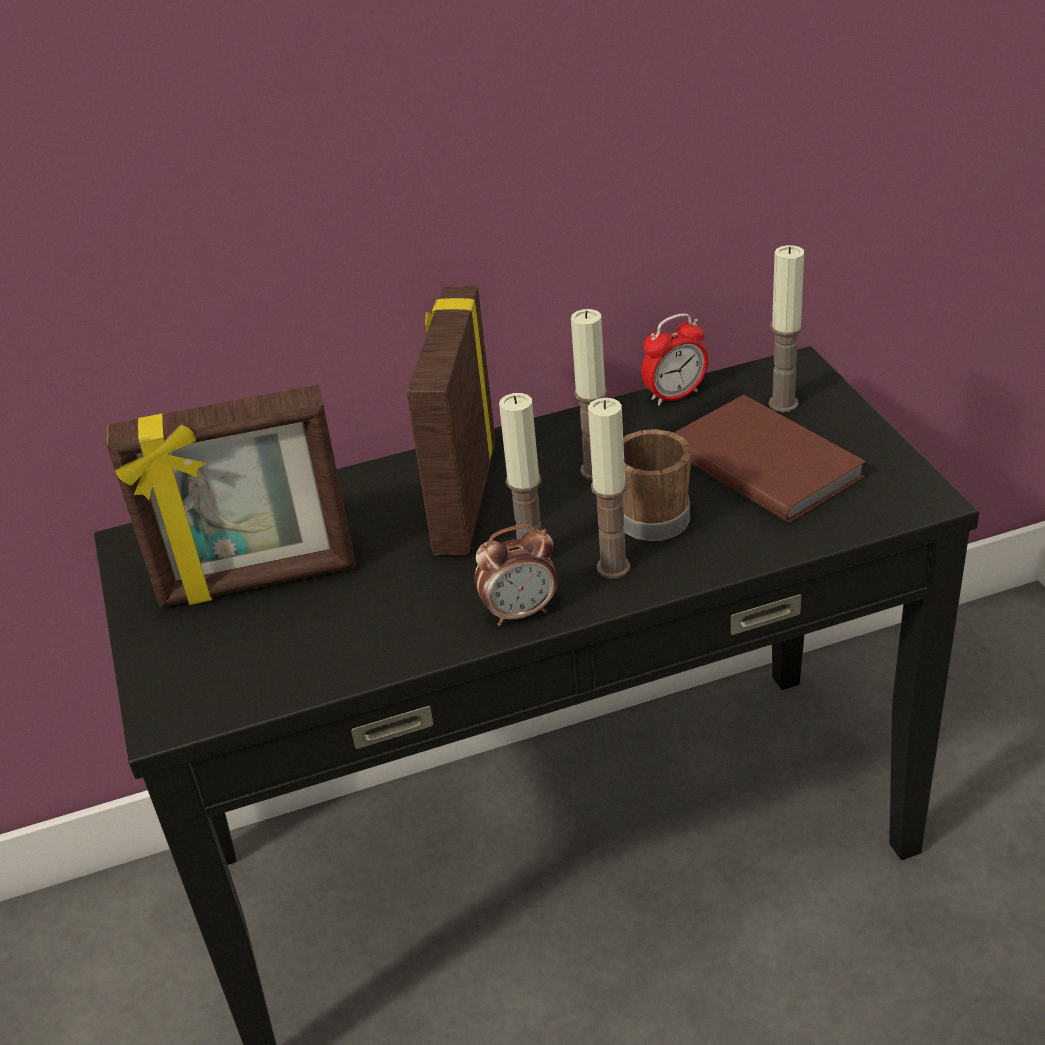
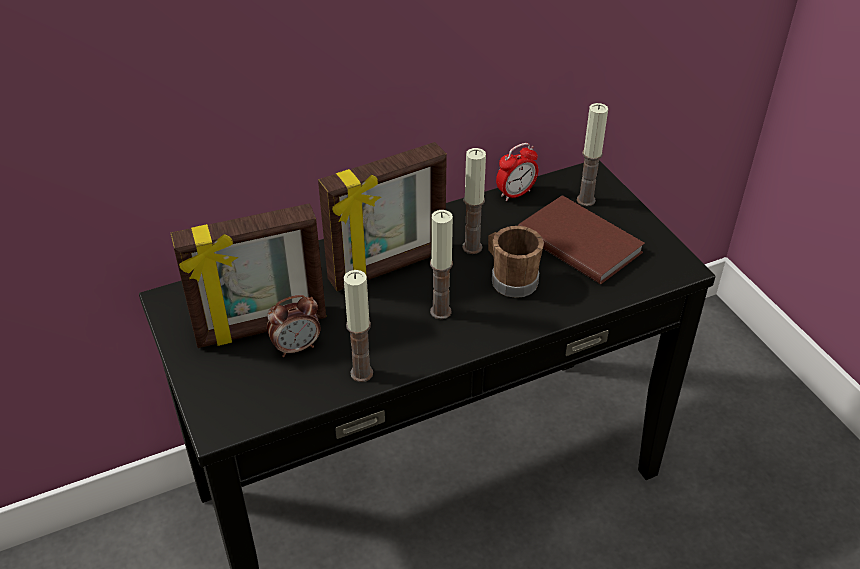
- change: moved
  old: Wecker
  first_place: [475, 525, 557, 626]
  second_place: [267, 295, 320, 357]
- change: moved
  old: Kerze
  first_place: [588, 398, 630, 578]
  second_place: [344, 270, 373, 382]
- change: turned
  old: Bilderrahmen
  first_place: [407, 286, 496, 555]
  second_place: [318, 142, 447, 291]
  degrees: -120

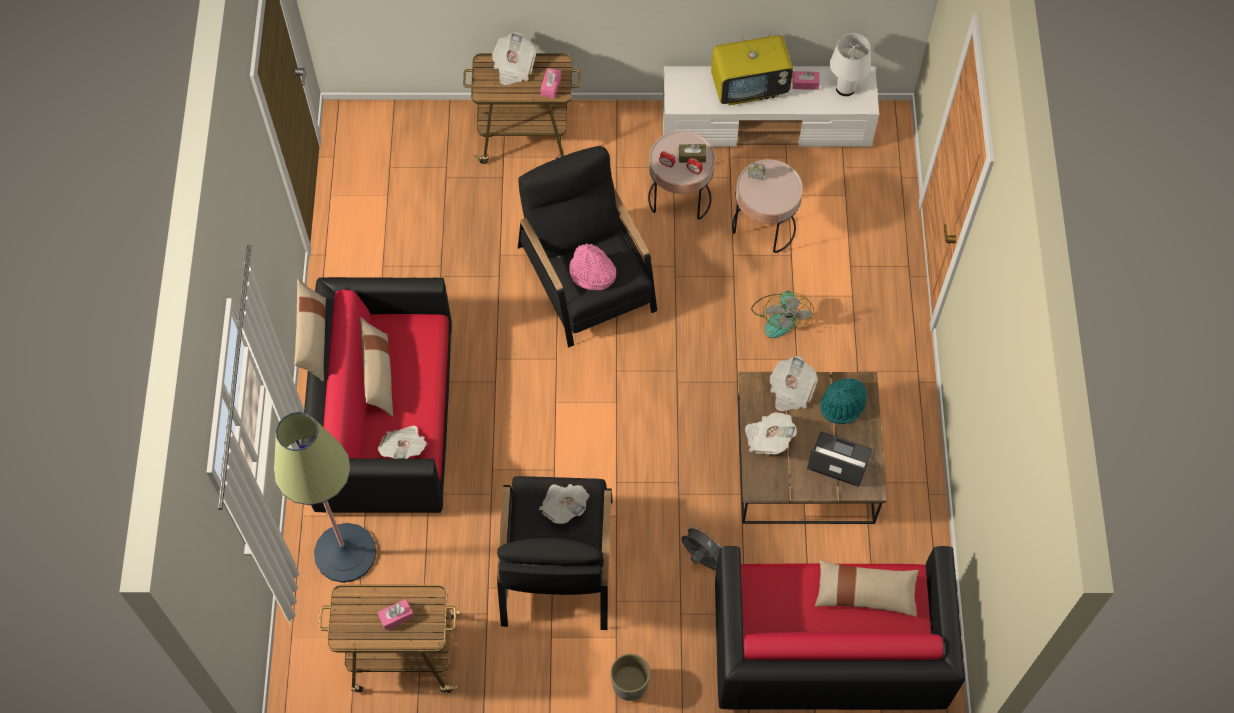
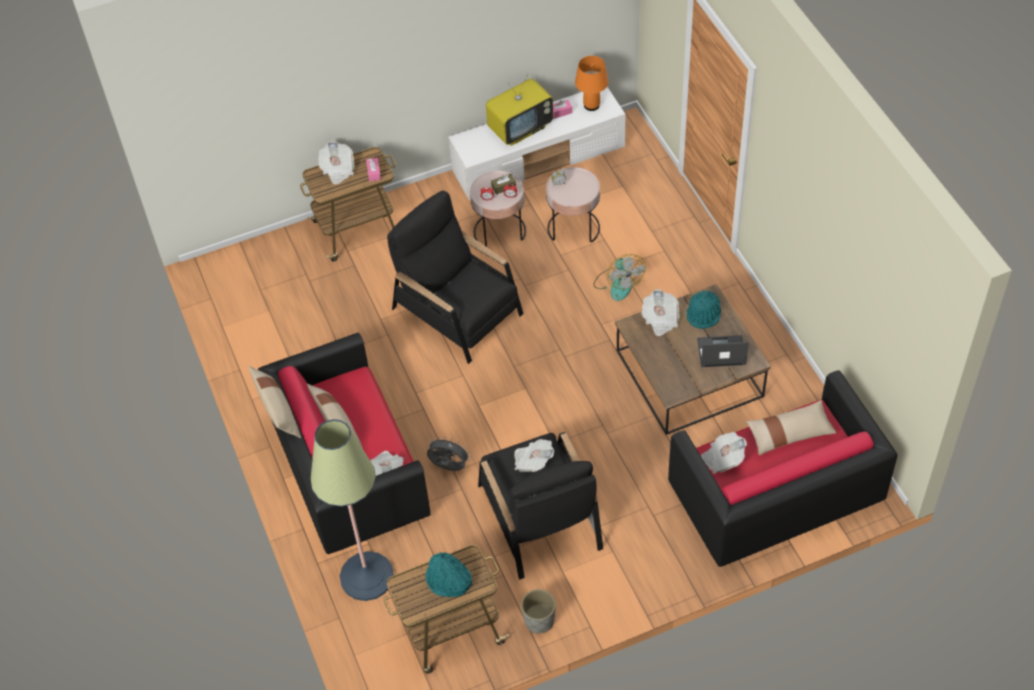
- change: removed
  old: Hut (rosa)
  first_place: [569, 243, 616, 290]
- change: moved
  old: Pflanzkübel (grau)
  first_place: [610, 654, 650, 701]
  second_place: [521, 589, 556, 634]
- change: moved
  old: Ventilator (grau)
  first_place: [681, 524, 721, 570]
  second_place: [427, 437, 471, 471]
- change: moved
  old: Zeitung
  first_place: [745, 412, 797, 455]
  second_place: [701, 432, 747, 474]
- change: replaced
  old: Taschentuchbox (rosa)
  new: Hut (türkis)
  first_place: [378, 599, 414, 630]
  second_place: [426, 552, 472, 597]
- change: recoloured
  old: Tischlampe (weiß)
  new: Tischlampe (orange)
  first_place: [830, 33, 871, 96]
  second_place: [575, 56, 608, 111]

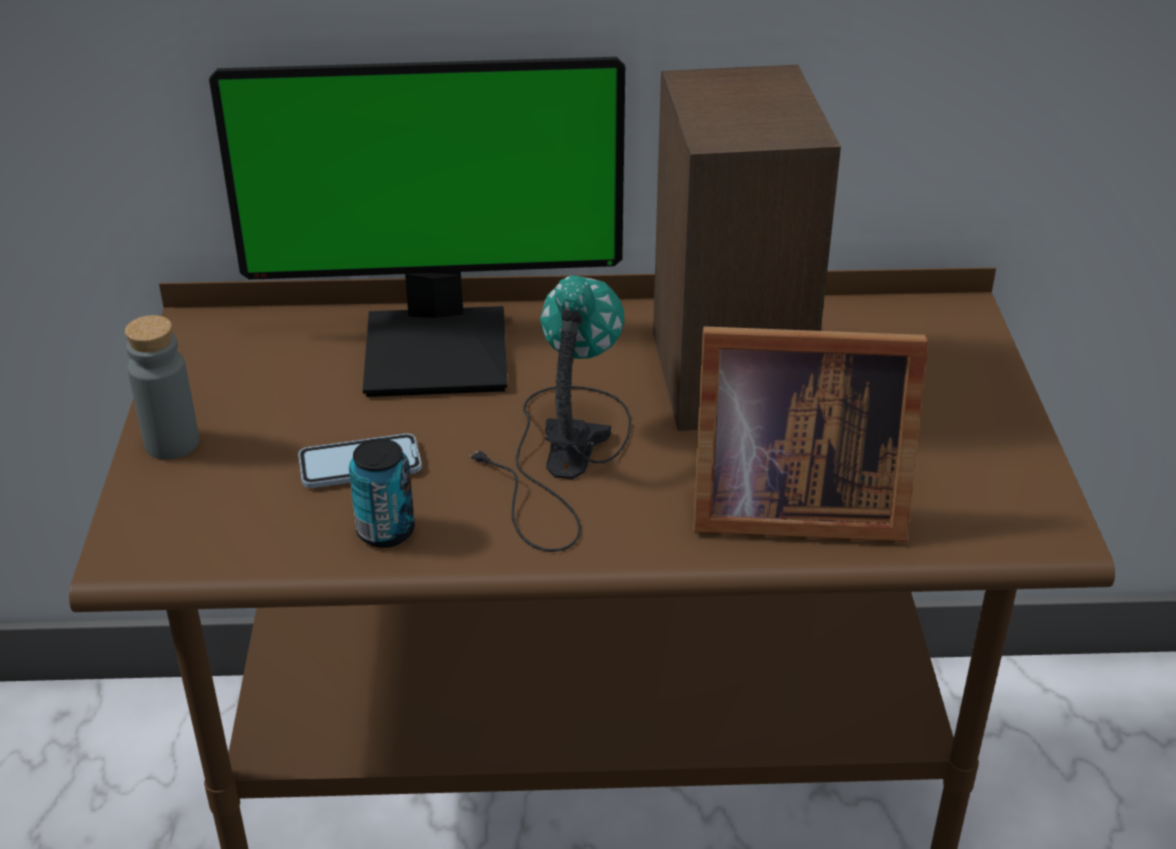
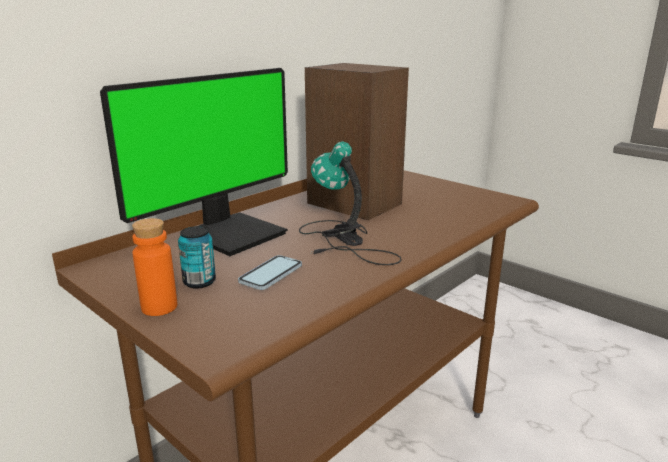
- change: removed
  old: Bilderrahmen
  first_place: [693, 326, 928, 542]
- change: moved
  old: Dose
  first_place: [349, 439, 415, 548]
  second_place: [178, 226, 216, 289]
- change: recoloured
  old: Flasche (grau)
  new: Flasche (orange)
  first_place: [125, 315, 199, 459]
  second_place: [132, 218, 177, 316]

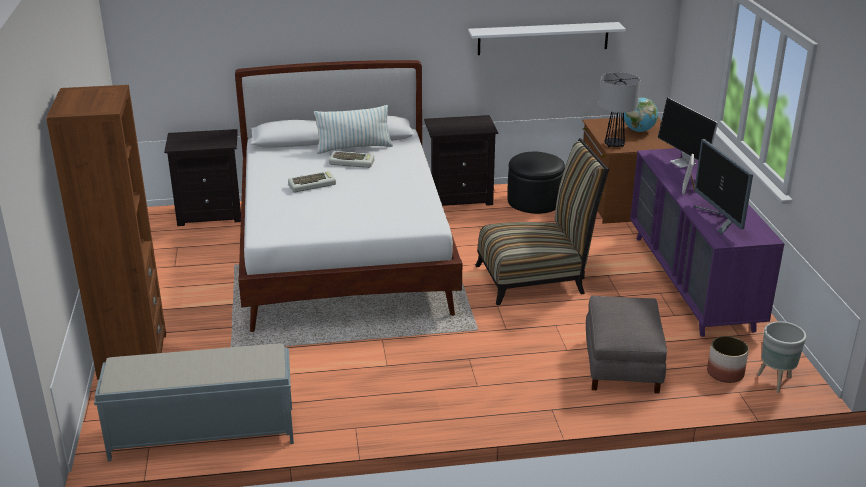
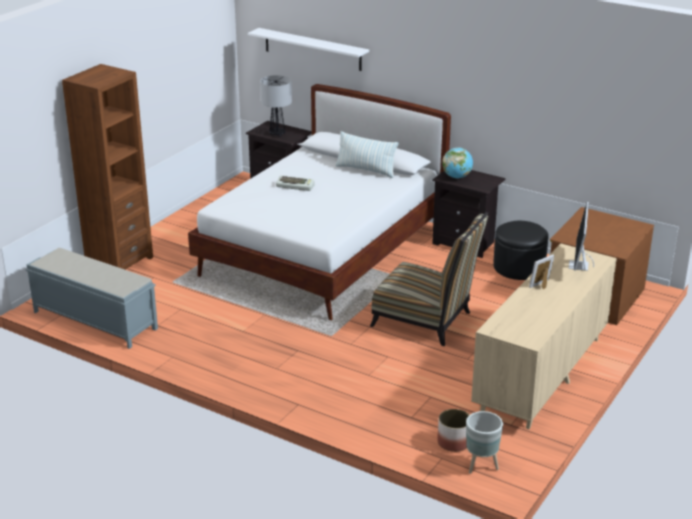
- change: removed
  old: Tastatur
  first_place: [329, 151, 374, 168]
- change: removed
  old: Polsterhocker (grau)
  first_place: [586, 296, 667, 393]
- change: removed
  old: Monitor
  first_place: [693, 139, 753, 235]
- change: moved
  old: Wandregal (weiß)
  first_place: [468, 22, 626, 55]
  second_place: [248, 28, 369, 71]
- change: moved
  old: Tischlampe
  first_place: [599, 72, 640, 147]
  second_place: [260, 75, 292, 136]
- change: moved
  old: Globus
  first_place: [624, 97, 658, 132]
  second_place: [442, 147, 473, 178]
- change: recoloured
  old: Kommode (lila)
  new: Kommode (beige)
  first_place: [630, 148, 784, 337]
  second_place: [471, 243, 617, 429]

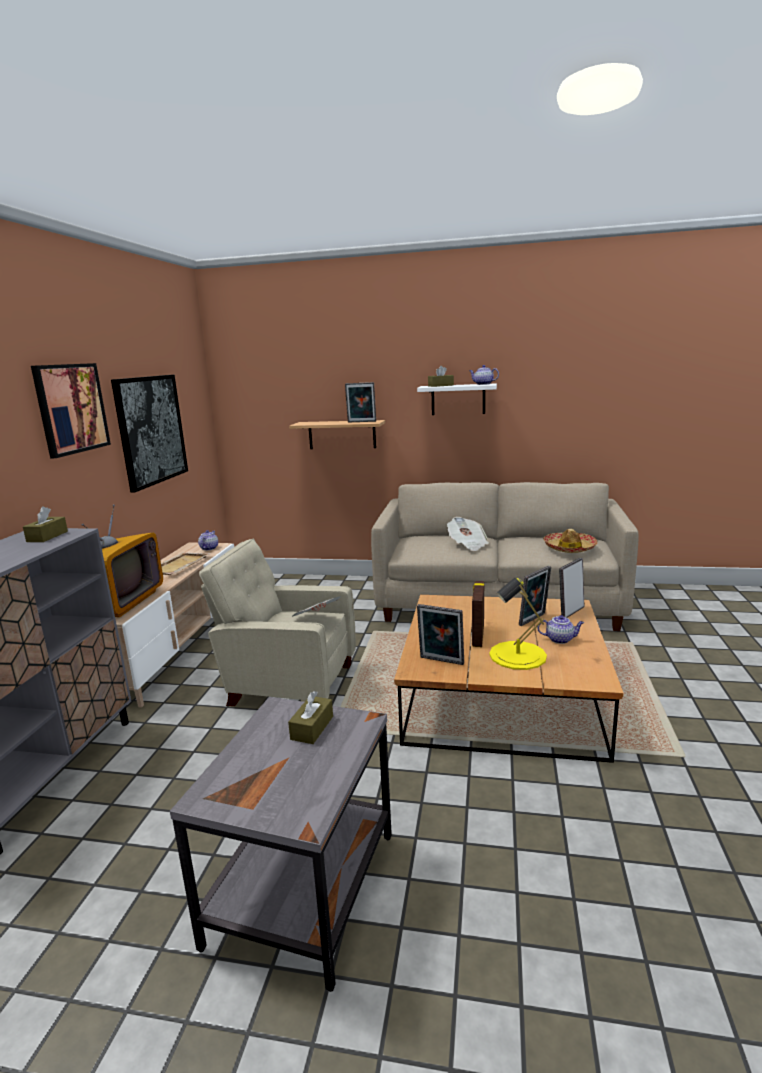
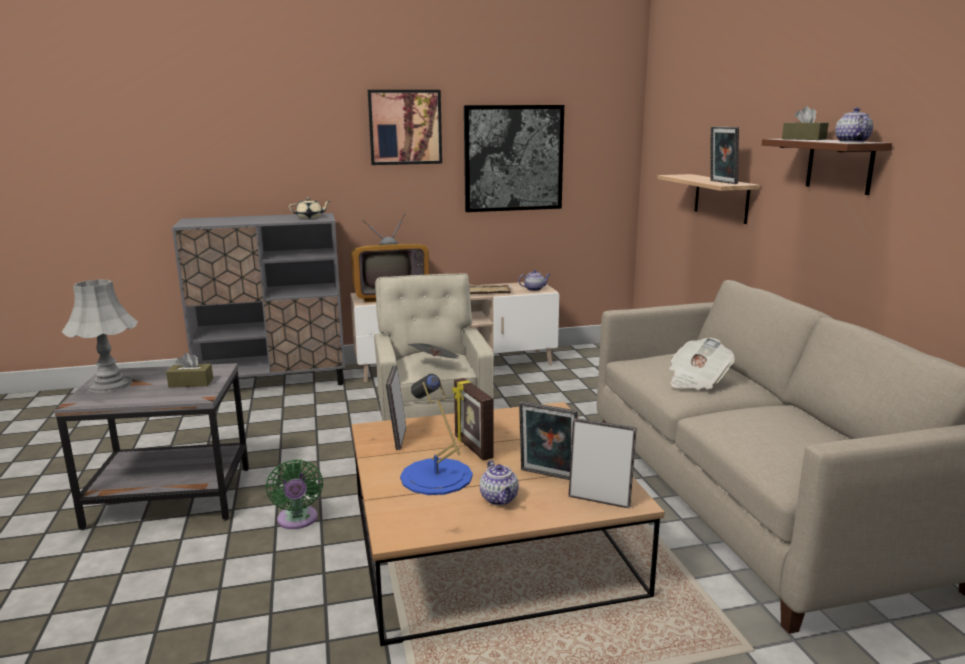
- change: removed
  old: Hut
  first_place: [543, 529, 598, 553]
- change: added
  new: Tischlampe (grau)
  second_place: [62, 279, 138, 393]
- change: added
  new: Ventilator (grün)
  second_place: [266, 459, 323, 529]
- change: replaced
  old: Taschentuchbox (braun)
  new: Teekanne (beige)
  first_place: [23, 506, 68, 542]
  second_place: [289, 197, 330, 219]
- change: recoloured
  old: Wandregal (weiß)
  new: Wandregal (braun)
  first_place: [417, 384, 497, 415]
  second_place: [762, 139, 892, 195]
- change: recoloured
  old: Tischlampe (gelb)
  new: Tischlampe (blau)
  first_place: [489, 578, 547, 670]
  second_place: [400, 374, 473, 495]
- change: turned
  old: Bilderrahmen
  first_place: [472, 581, 484, 647]
  second_place: [452, 378, 494, 461]
  degrees: -105

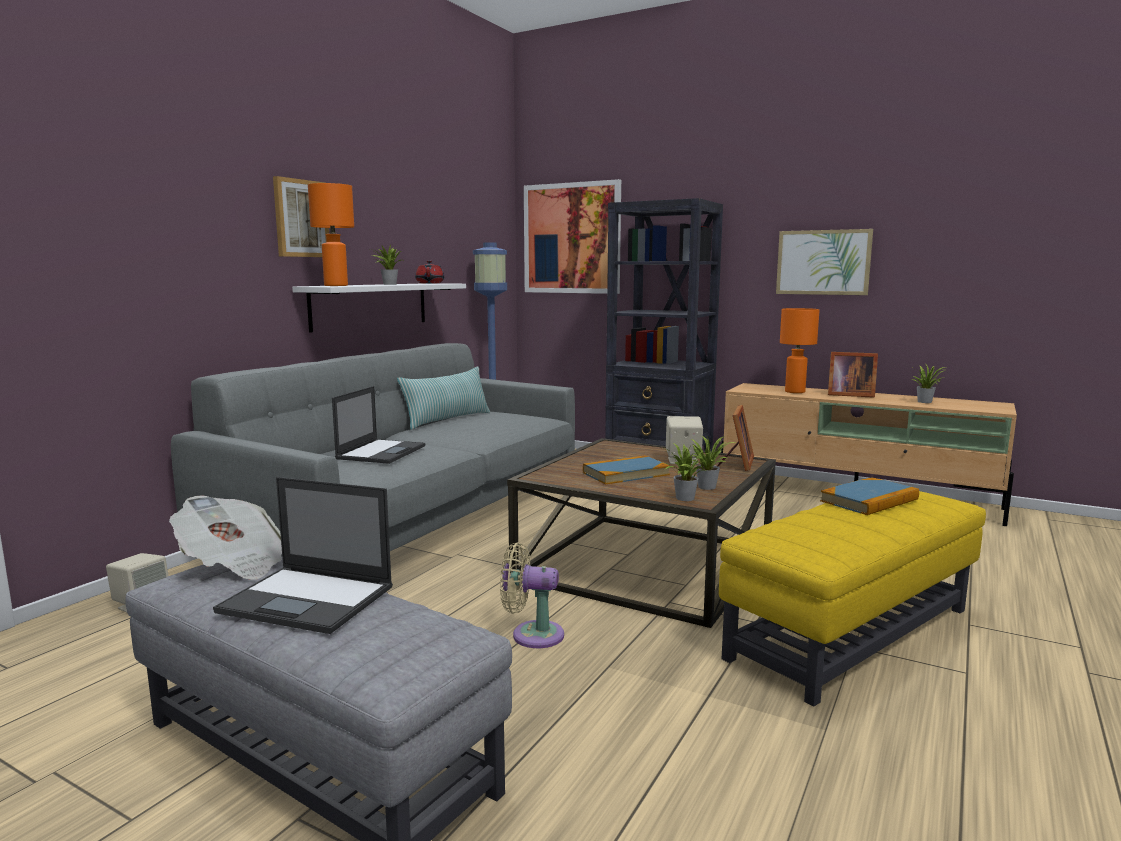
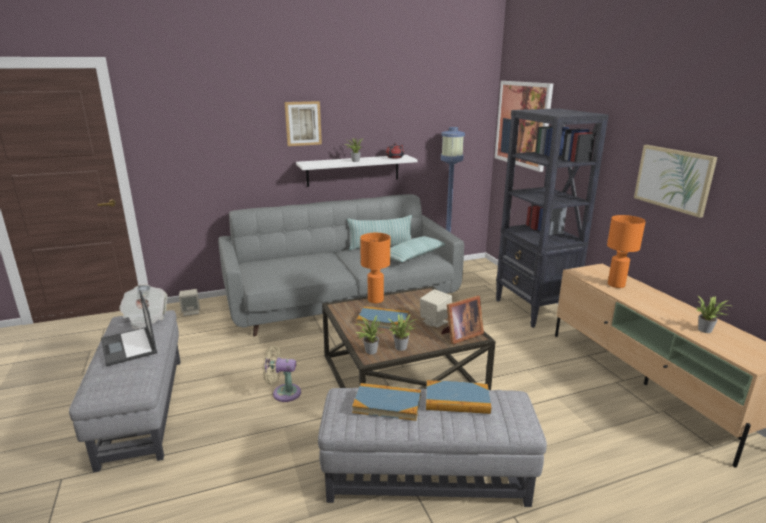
- change: removed
  old: Laptop
  first_place: [332, 386, 425, 464]
- change: removed
  old: Bilderrahmen
  first_place: [828, 352, 878, 398]
- change: added
  new: Buch
  second_place: [352, 383, 421, 421]
- change: added
  new: Kissen
  second_place: [390, 236, 445, 262]
- change: moved
  old: Tischlampe (orange)
  first_place: [308, 183, 354, 286]
  second_place: [360, 233, 390, 303]
- change: recoloured
  old: Polsterhocker (gelb)
  new: Polsterhocker (grau)
  first_place: [719, 491, 986, 707]
  second_place: [318, 388, 547, 507]
- change: turned
  old: Ventilator (beige)
  first_place: [500, 542, 564, 648]
  second_place: [263, 346, 301, 402]
  degrees: -45

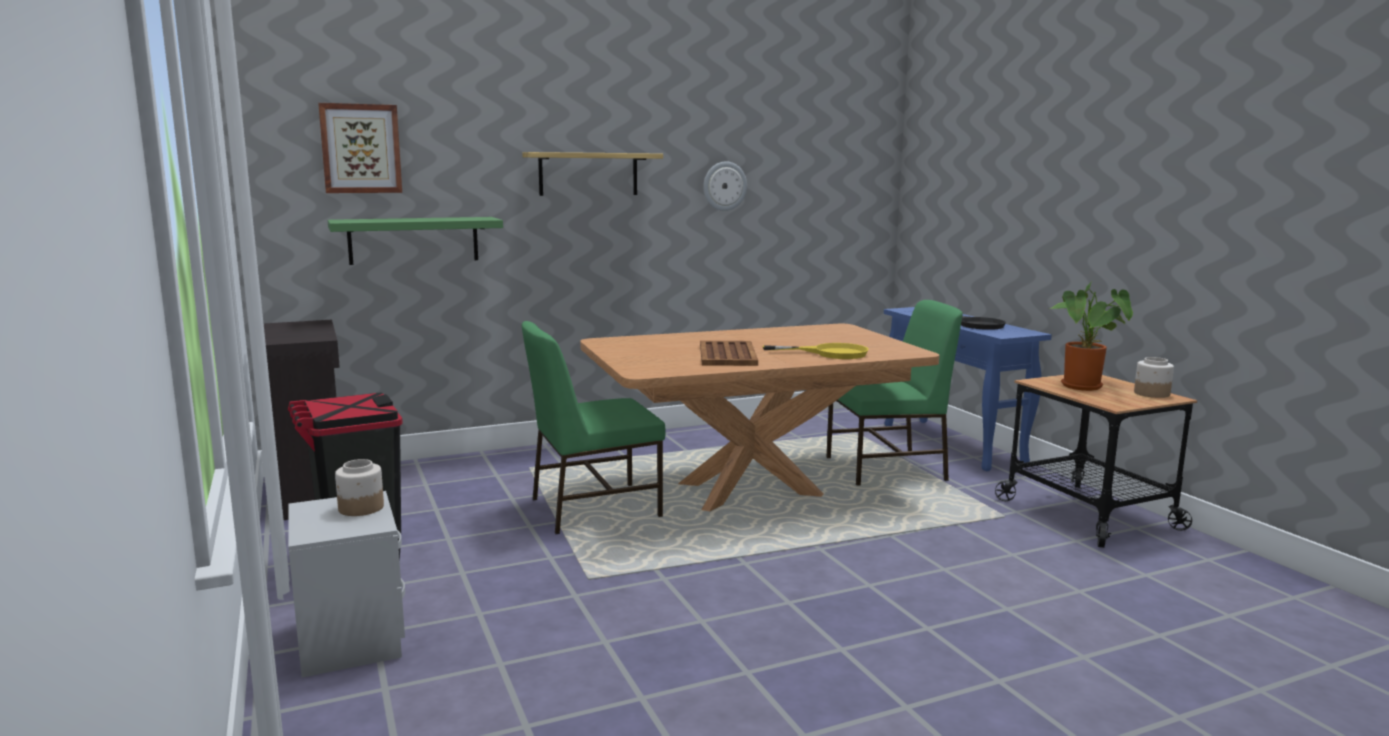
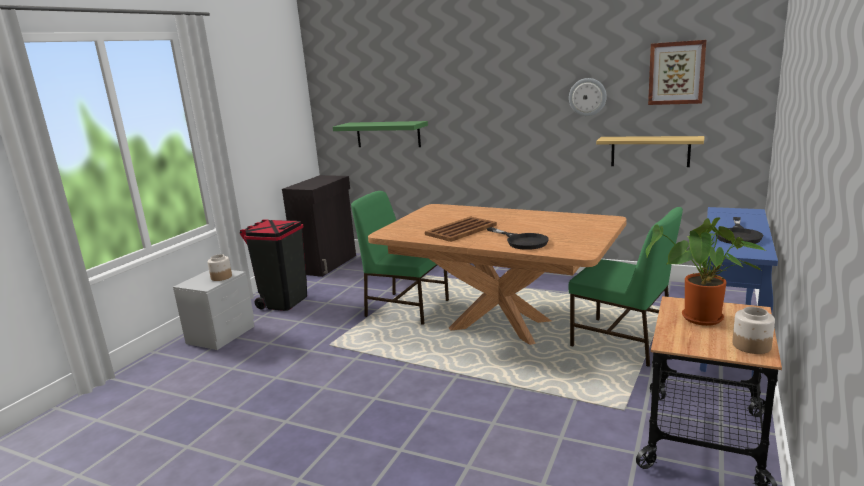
- change: moved
  old: Bild
  first_place: [318, 103, 402, 193]
  second_place: [648, 40, 706, 105]
- change: moved
  old: Wandregal
  first_place: [522, 152, 663, 196]
  second_place: [596, 136, 705, 167]
- change: recoloured
  old: Pfanne (gelb)
  new: Pfanne (schwarz)
  first_place: [762, 343, 869, 359]
  second_place: [487, 227, 549, 250]

